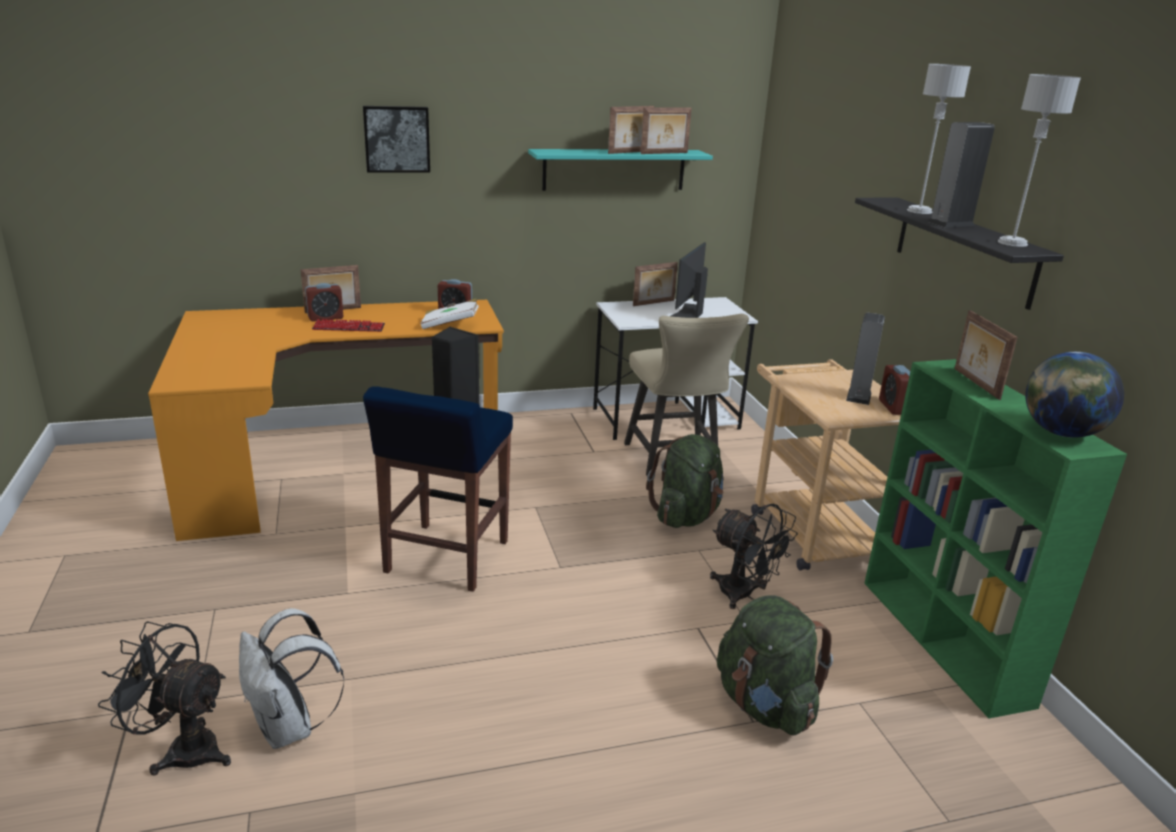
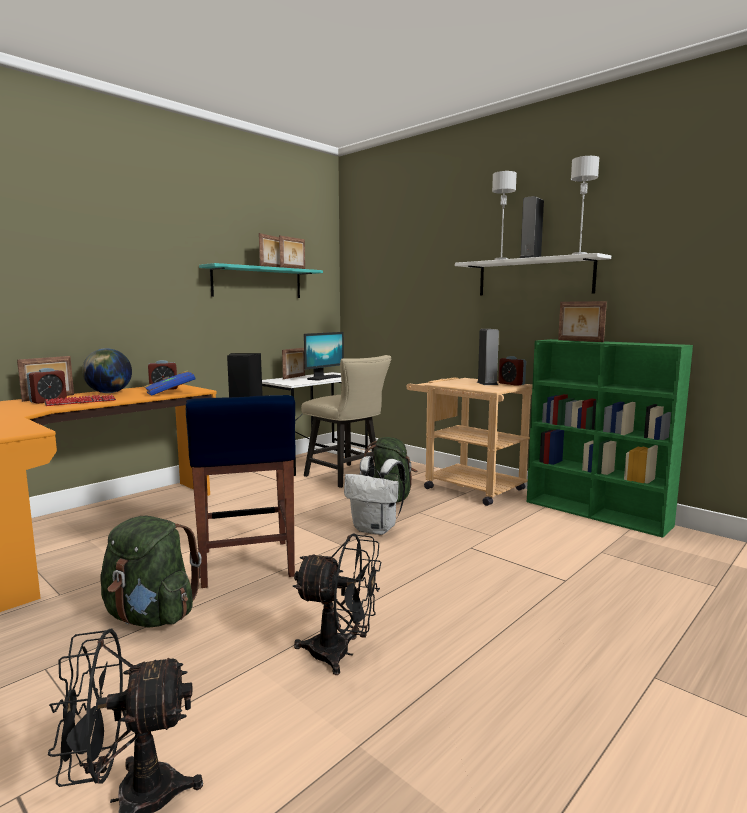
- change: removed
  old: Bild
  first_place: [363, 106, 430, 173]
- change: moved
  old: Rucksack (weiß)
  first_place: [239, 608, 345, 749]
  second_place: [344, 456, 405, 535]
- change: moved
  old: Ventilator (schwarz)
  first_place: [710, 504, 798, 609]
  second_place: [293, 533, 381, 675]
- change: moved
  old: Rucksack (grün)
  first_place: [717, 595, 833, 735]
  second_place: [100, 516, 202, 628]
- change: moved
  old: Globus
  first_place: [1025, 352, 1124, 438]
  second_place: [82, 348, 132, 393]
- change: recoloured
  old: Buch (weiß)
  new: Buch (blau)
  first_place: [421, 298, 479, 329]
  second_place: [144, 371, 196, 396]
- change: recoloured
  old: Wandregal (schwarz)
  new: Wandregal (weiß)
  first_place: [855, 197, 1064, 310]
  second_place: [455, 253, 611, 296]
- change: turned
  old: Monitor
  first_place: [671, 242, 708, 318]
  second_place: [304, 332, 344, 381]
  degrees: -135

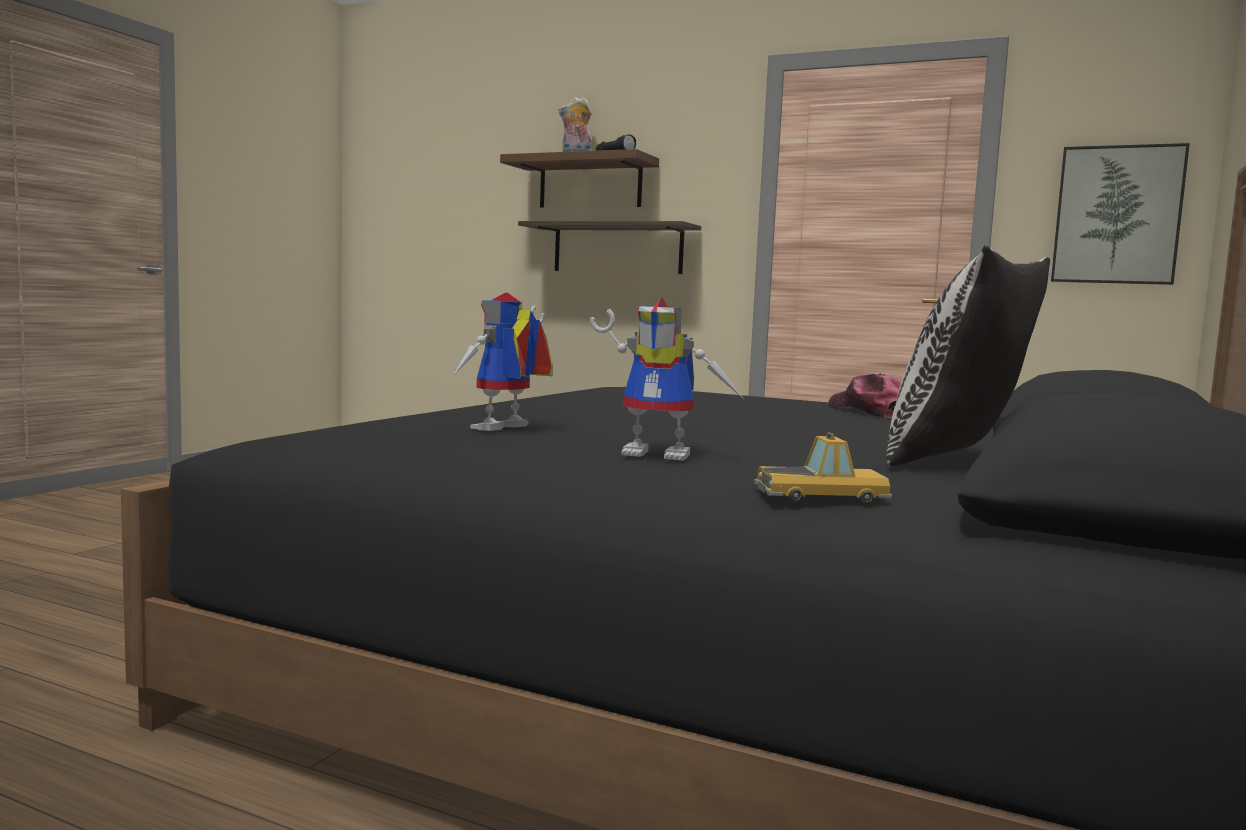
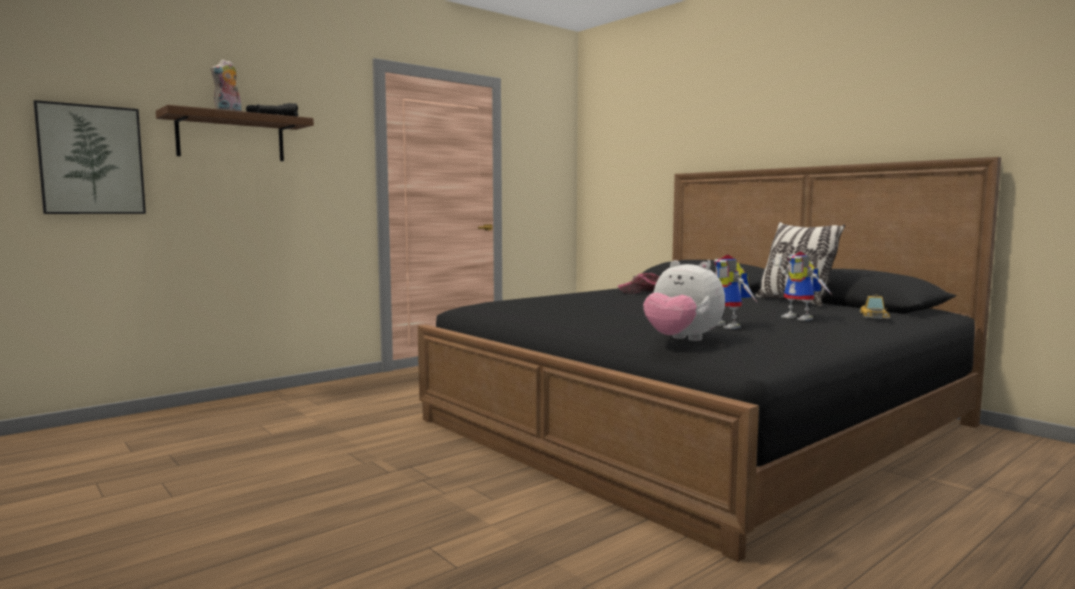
- change: removed
  old: Wandregal
  first_place: [518, 221, 701, 274]
- change: added
  new: Plüschtier
  second_place: [643, 260, 725, 341]
- change: moved
  old: Bild
  first_place: [1051, 143, 1190, 285]
  second_place: [33, 100, 146, 214]
- change: turned
  old: Spielzeugroboter
  first_place: [590, 297, 744, 460]
  second_place: [772, 251, 832, 321]
  degrees: 105

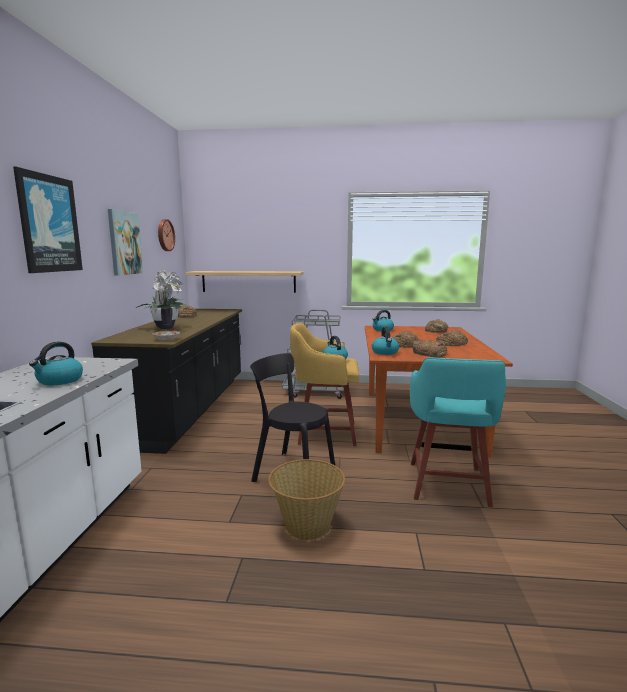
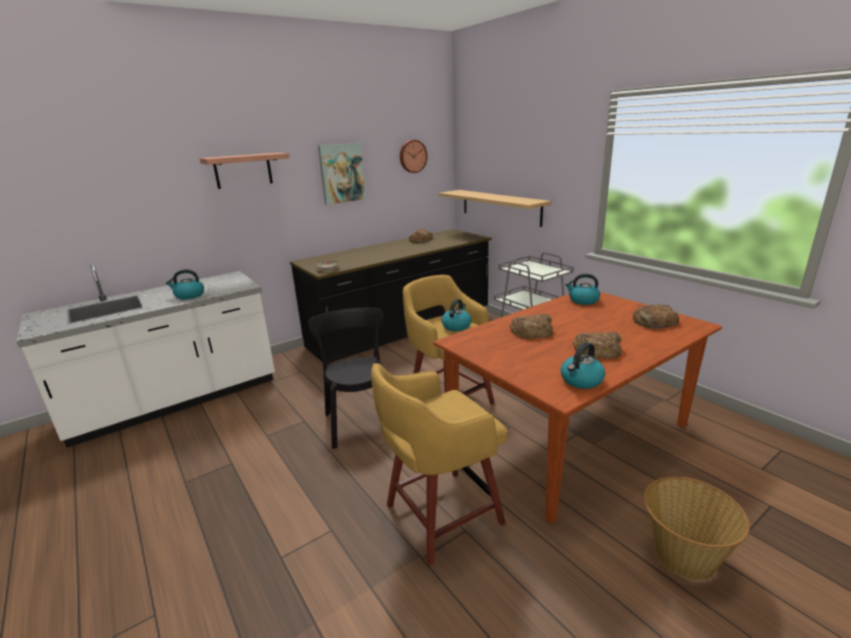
- change: removed
  old: Topfpflanze
  first_place: [136, 269, 189, 329]
- change: removed
  old: Brot
  first_place: [413, 339, 447, 358]
- change: moved
  old: Korb
  first_place: [268, 459, 345, 540]
  second_place: [644, 477, 750, 581]
- change: moved
  old: Wasserkessel
  first_place: [372, 327, 399, 355]
  second_place: [561, 342, 605, 389]
- change: replaced
  old: Bild
  new: Wandregal
  first_place: [13, 167, 83, 273]
  second_place: [200, 153, 290, 189]
- change: recoloured
  old: Hocker (türkis)
  new: Hocker (gelb)
  first_place: [410, 357, 506, 507]
  second_place: [371, 363, 507, 566]

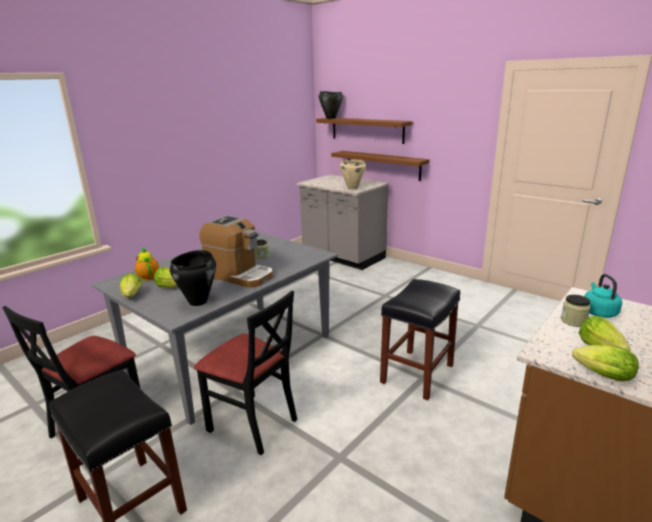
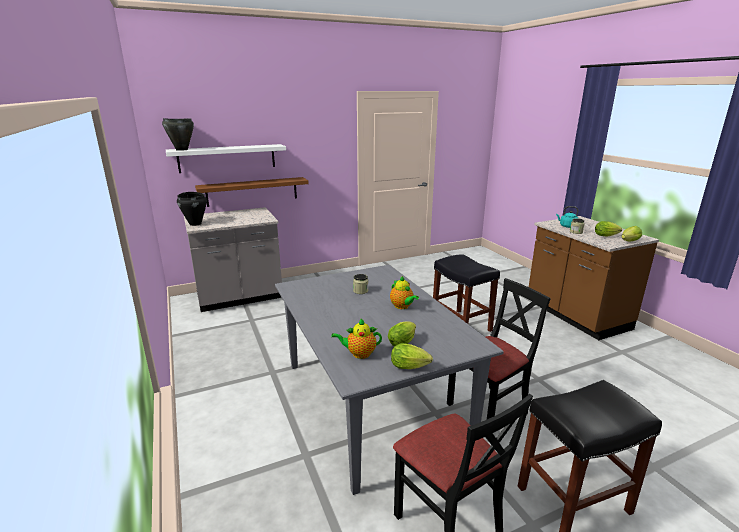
- change: removed
  old: Kochtopf (beige)
  first_place: [340, 160, 366, 189]
- change: moved
  old: Kochtopf (schwarz)
  first_place: [170, 250, 216, 306]
  second_place: [177, 192, 207, 226]
- change: replaced
  old: Kaffeemaschine
  new: Teekanne
  first_place: [199, 216, 273, 288]
  second_place: [390, 276, 419, 309]
- change: recoloured
  old: Wandregal (braun)
  new: Wandregal (weiß)
  first_place: [316, 118, 413, 144]
  second_place: [166, 144, 286, 173]

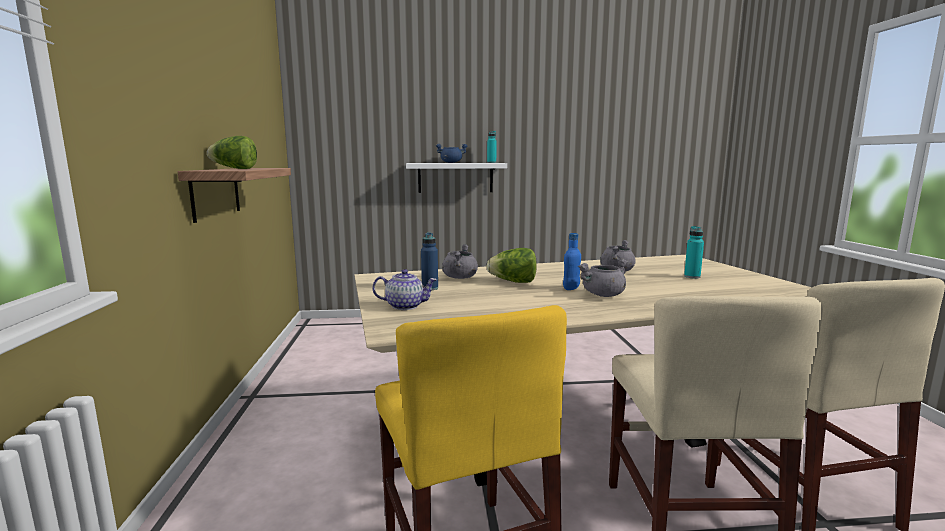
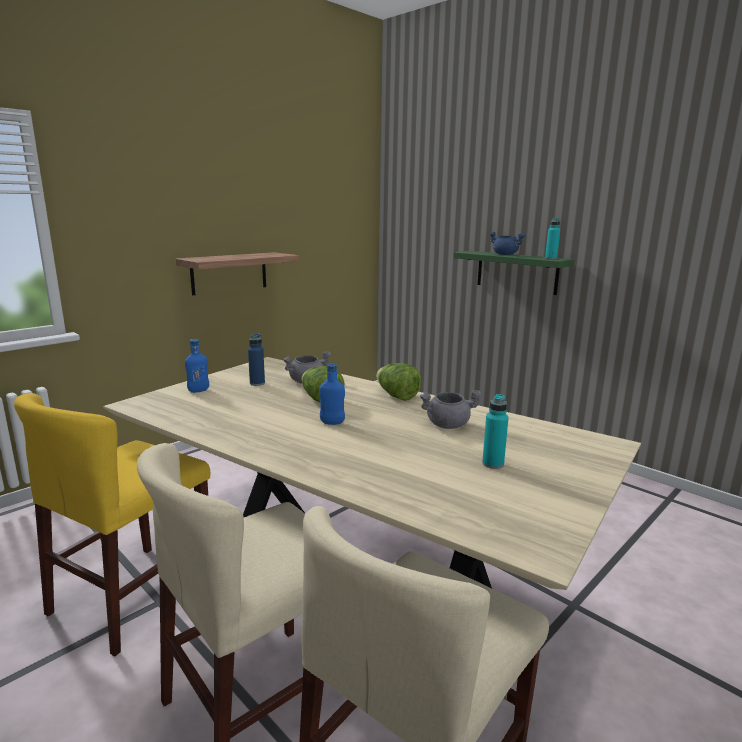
- change: removed
  old: Kochtopf (grau)
  first_place: [578, 259, 628, 297]
- change: moved
  old: Salatkopf
  first_place: [207, 136, 257, 169]
  second_place: [376, 363, 421, 401]
- change: replaced
  old: Teekanne
  new: Flasche (blau)
  first_place: [372, 269, 437, 310]
  second_place: [185, 339, 209, 393]
- change: recoloured
  old: Wandregal (weiß)
  new: Wandregal (grün)
  first_place: [406, 163, 507, 193]
  second_place: [454, 251, 574, 295]

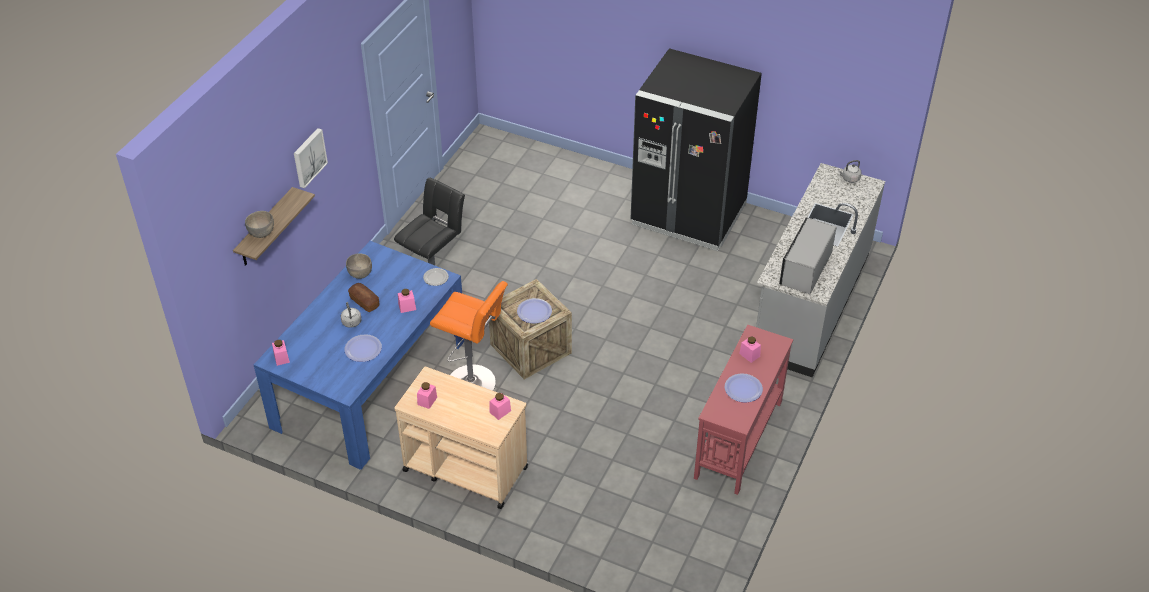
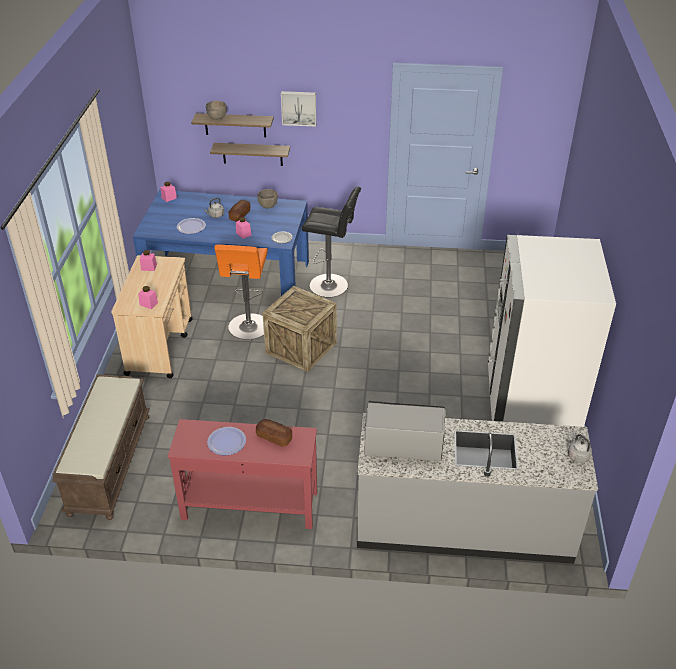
- change: removed
  old: Teller
  first_place: [517, 298, 552, 323]
- change: added
  new: Bank (braun)
  second_place: [52, 374, 150, 520]
- change: added
  new: Wandregal
  second_place: [210, 143, 290, 166]
- change: replaced
  old: Vorratsglas (rosa)
  new: Brot
  first_place: [739, 336, 761, 363]
  second_place: [256, 419, 292, 447]
- change: recoloured
  old: Kühlschrank (schwarz)
  new: Kühlschrank (weiß)
  first_place: [631, 48, 762, 251]
  second_place: [488, 235, 616, 427]

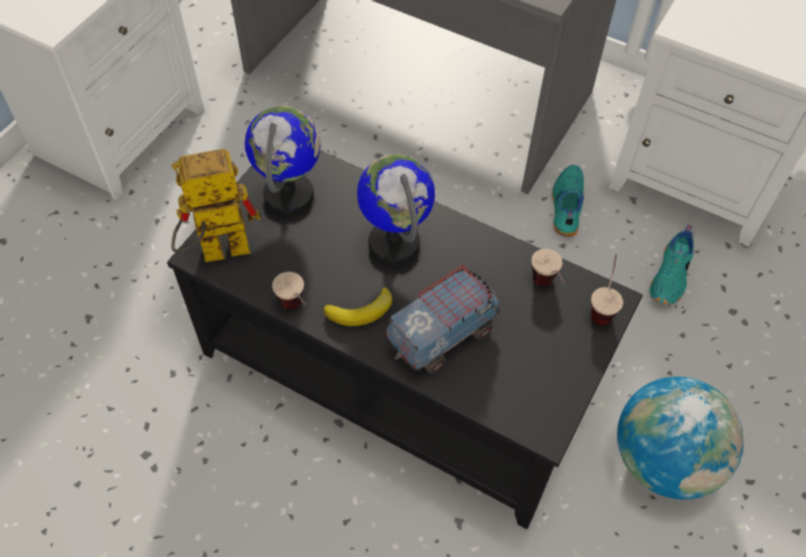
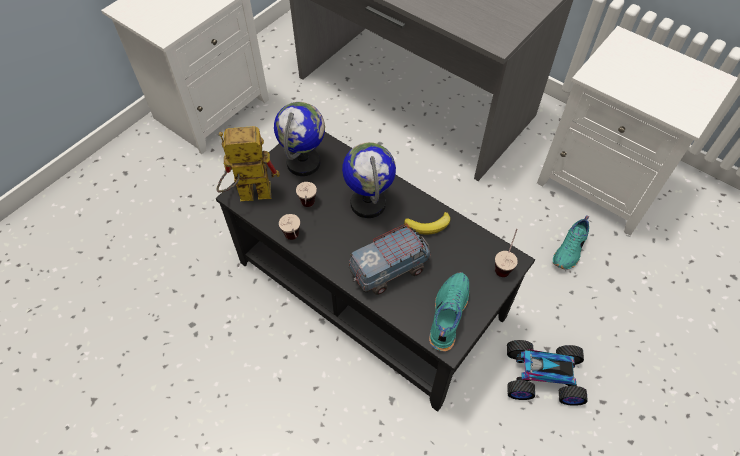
- change: moved
  old: Banane
  first_place: [324, 287, 392, 326]
  second_place: [404, 212, 450, 235]
- change: moved
  old: Tasse
  first_place: [532, 249, 565, 286]
  second_place: [296, 182, 317, 207]
- change: moved
  old: Schuh (türkis)
  first_place: [552, 165, 584, 237]
  second_place: [429, 272, 469, 352]
- change: replaced
  old: Globus
  new: Spielzeugauto
  first_place: [617, 377, 744, 499]
  second_place: [507, 340, 588, 406]

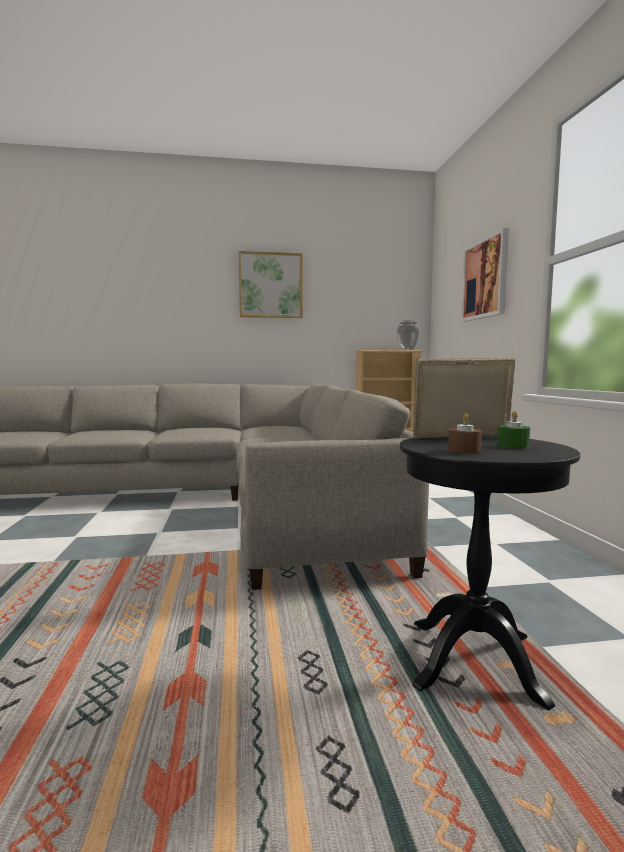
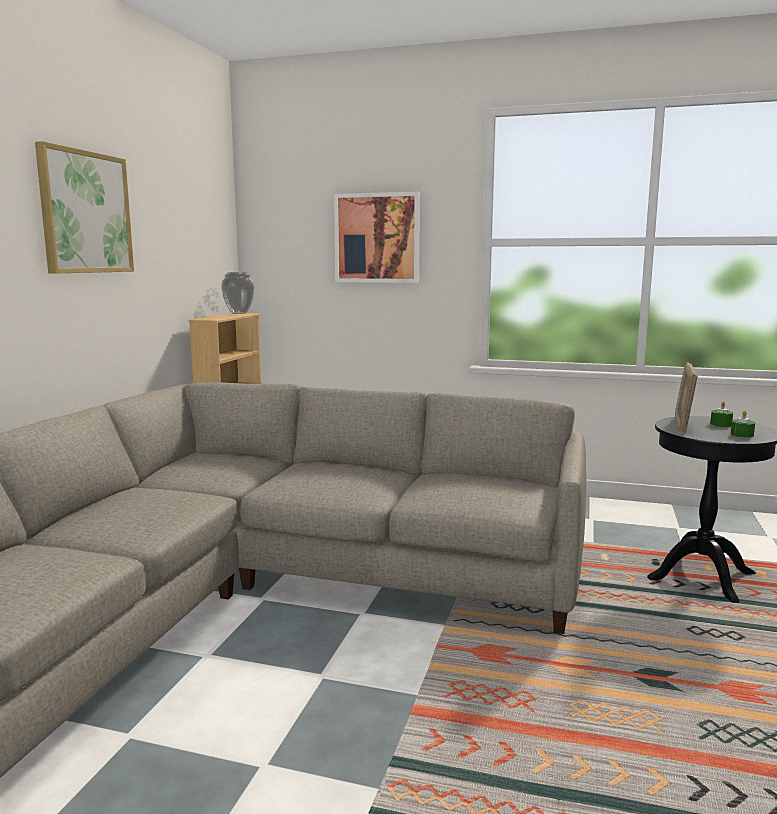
- change: recoloured
  old: Kerze (braun)
  new: Kerze (grün)
  first_place: [448, 413, 482, 453]
  second_place: [731, 411, 755, 438]

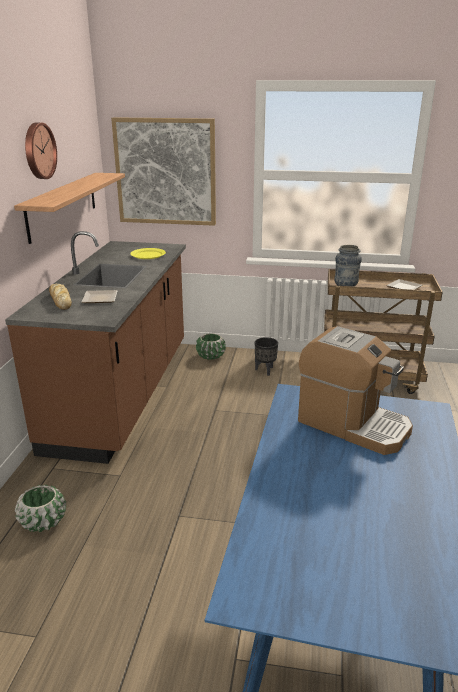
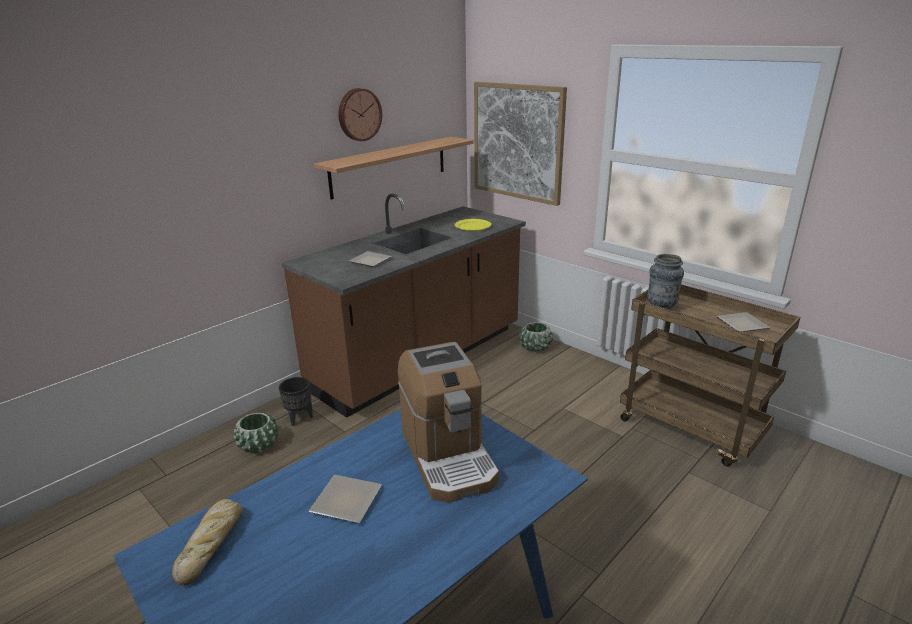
- change: added
  new: Teller
  second_place: [309, 475, 382, 523]
- change: moved
  old: Brot
  first_place: [49, 284, 72, 310]
  second_place: [172, 499, 243, 586]
- change: moved
  old: Pflanzkübel (schwarz)
  first_place: [255, 337, 278, 376]
  second_place: [279, 377, 313, 426]

